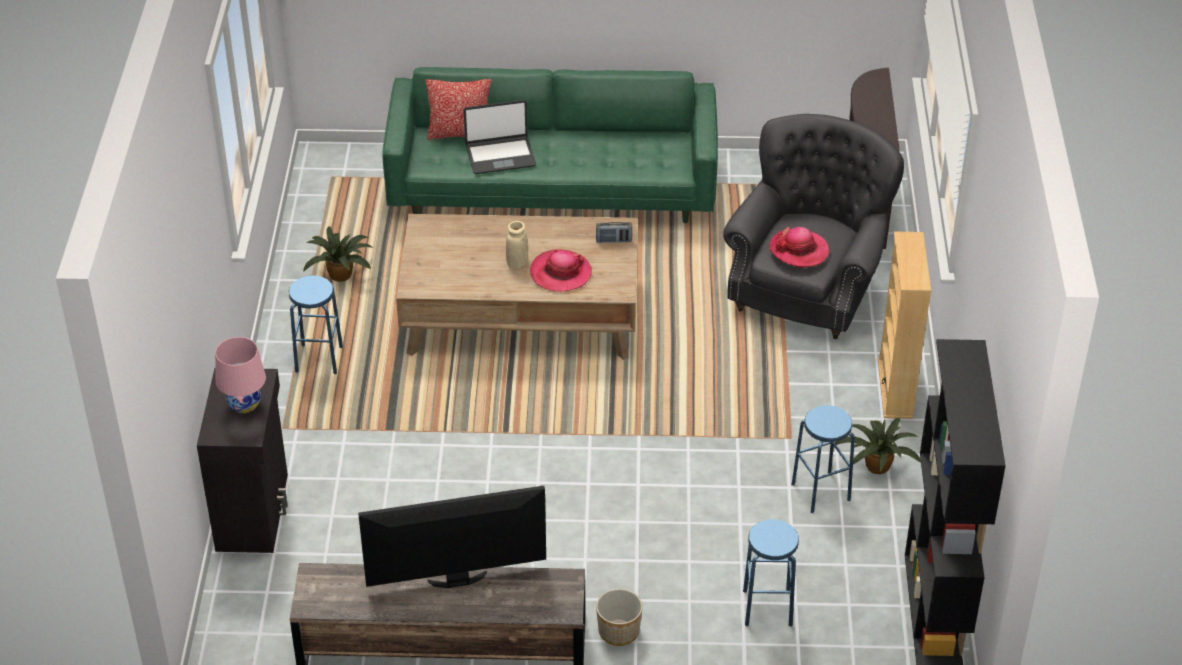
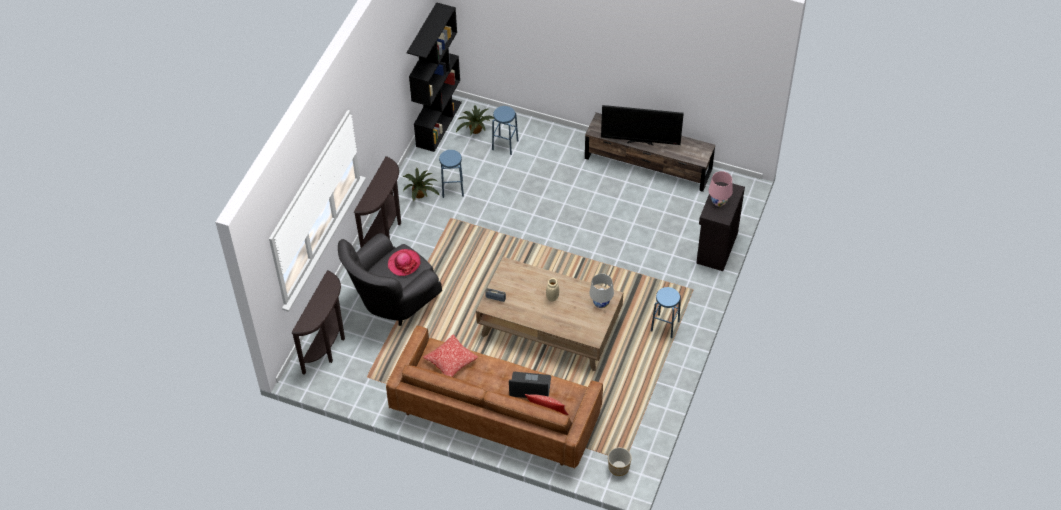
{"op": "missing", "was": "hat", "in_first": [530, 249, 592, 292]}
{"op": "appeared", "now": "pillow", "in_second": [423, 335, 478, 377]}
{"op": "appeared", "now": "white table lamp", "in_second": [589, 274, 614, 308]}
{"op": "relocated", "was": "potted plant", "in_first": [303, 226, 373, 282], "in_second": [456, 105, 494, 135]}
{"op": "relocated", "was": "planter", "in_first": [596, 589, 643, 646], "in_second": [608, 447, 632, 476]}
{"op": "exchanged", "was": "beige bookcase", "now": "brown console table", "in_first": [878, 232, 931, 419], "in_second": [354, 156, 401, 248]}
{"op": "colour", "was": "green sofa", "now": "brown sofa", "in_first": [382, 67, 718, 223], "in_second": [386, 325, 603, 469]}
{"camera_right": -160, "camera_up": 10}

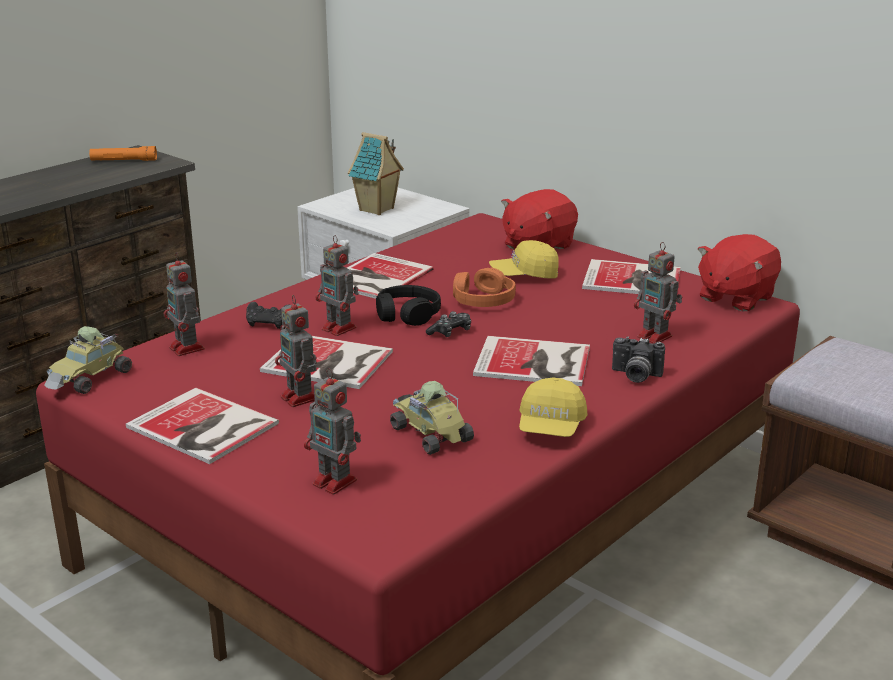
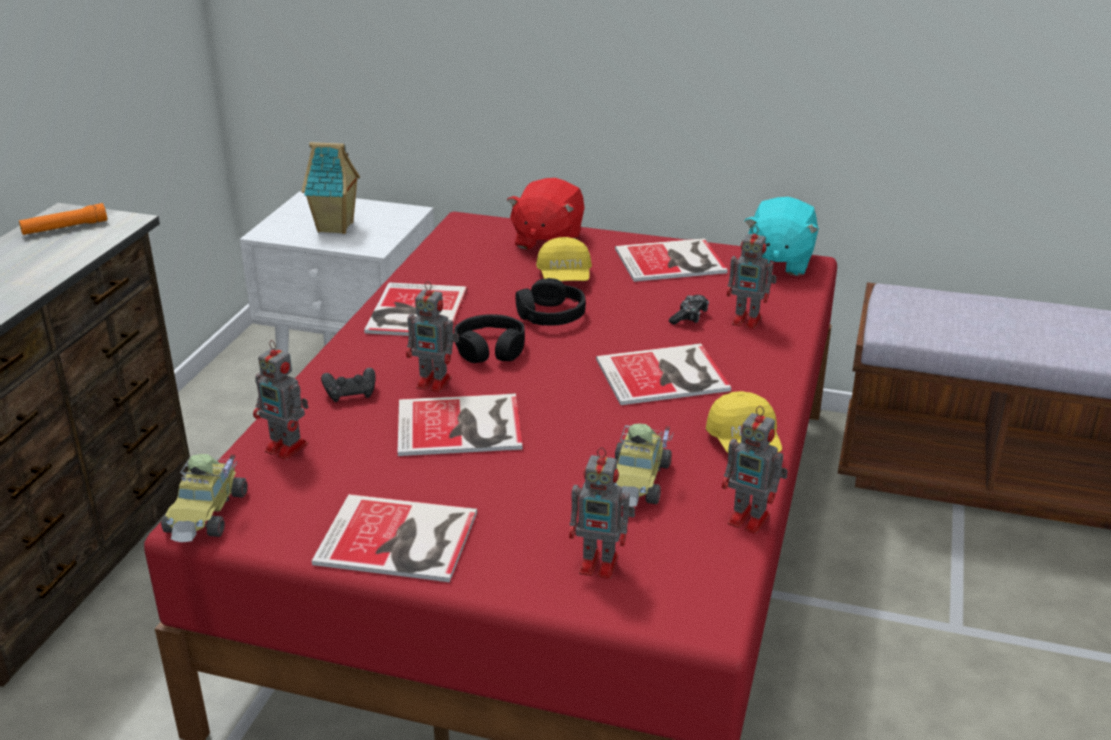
{"op": "missing", "was": "photo camera", "in_first": [612, 336, 665, 383]}
{"op": "relocated", "was": "toy robot", "in_first": [275, 295, 317, 407], "in_second": [722, 406, 788, 534]}
{"op": "relocated", "was": "game controller", "in_first": [426, 311, 471, 337], "in_second": [669, 295, 709, 325]}
{"op": "colour", "was": "orange headphones", "now": "black headphones", "in_first": [453, 268, 516, 307], "in_second": [516, 278, 586, 326]}
{"op": "colour", "was": "red plush toy", "now": "turquoise plush toy", "in_first": [698, 234, 781, 311], "in_second": [744, 197, 819, 276]}
{"op": "spun", "was": "toy car", "in_first": [390, 381, 474, 455], "in_second": [614, 423, 673, 507], "clockwise": -105}
{"op": "spun", "was": "yellow cap", "in_first": [489, 240, 559, 279], "in_second": [536, 237, 592, 281], "clockwise": -60}
{"camera_right": -25, "camera_up": 5}

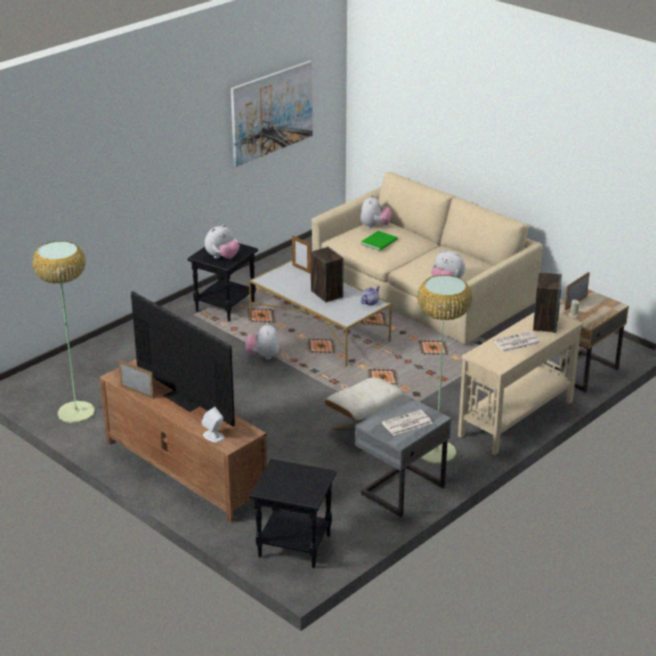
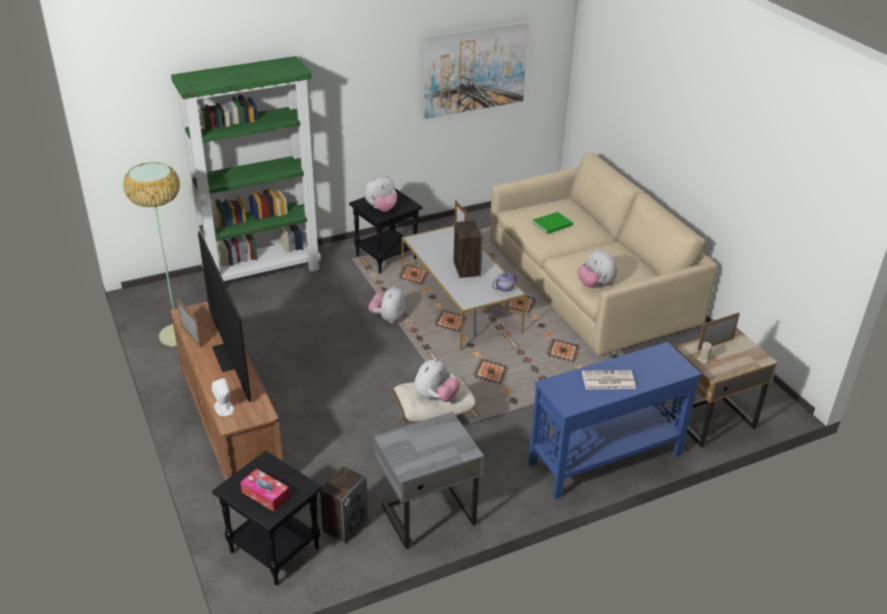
{"op": "missing", "was": "newspaper", "in_first": [382, 410, 432, 436]}
{"op": "missing", "was": "floor lamp", "in_first": [417, 275, 472, 464]}
{"op": "appeared", "now": "green bookcase", "in_second": [171, 56, 321, 281]}
{"op": "appeared", "now": "tissue box", "in_second": [240, 469, 290, 512]}
{"op": "relocated", "was": "plush toy", "in_first": [360, 195, 392, 229], "in_second": [414, 358, 460, 402]}
{"op": "relocated", "was": "speaker", "in_first": [533, 273, 562, 333], "in_second": [320, 466, 368, 544]}
{"op": "colour", "was": "beige console table", "now": "blue console table", "in_first": [458, 313, 583, 455], "in_second": [528, 342, 702, 499]}
{"camera_right": 20, "camera_up": 5}

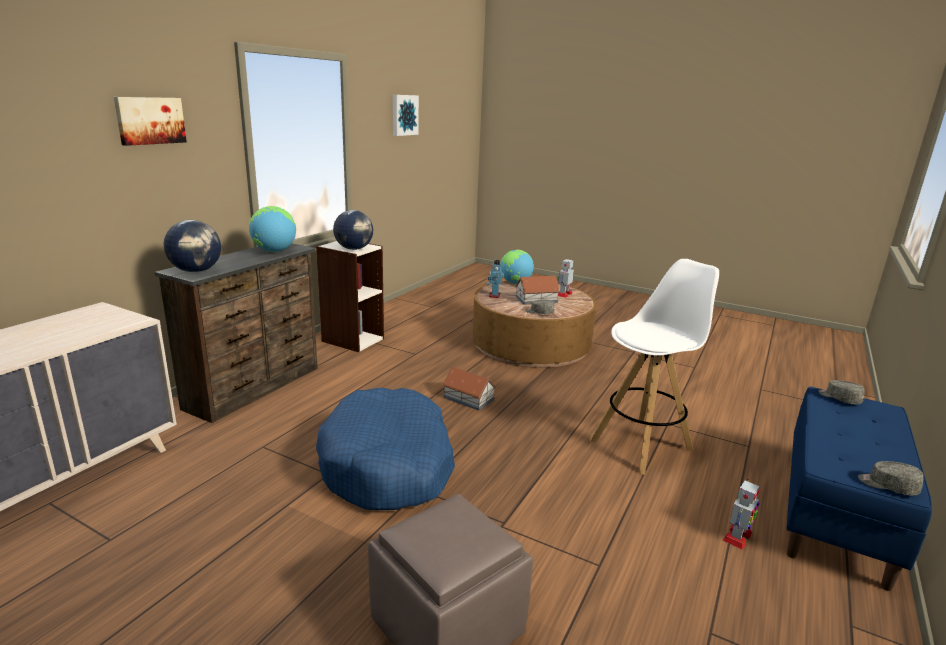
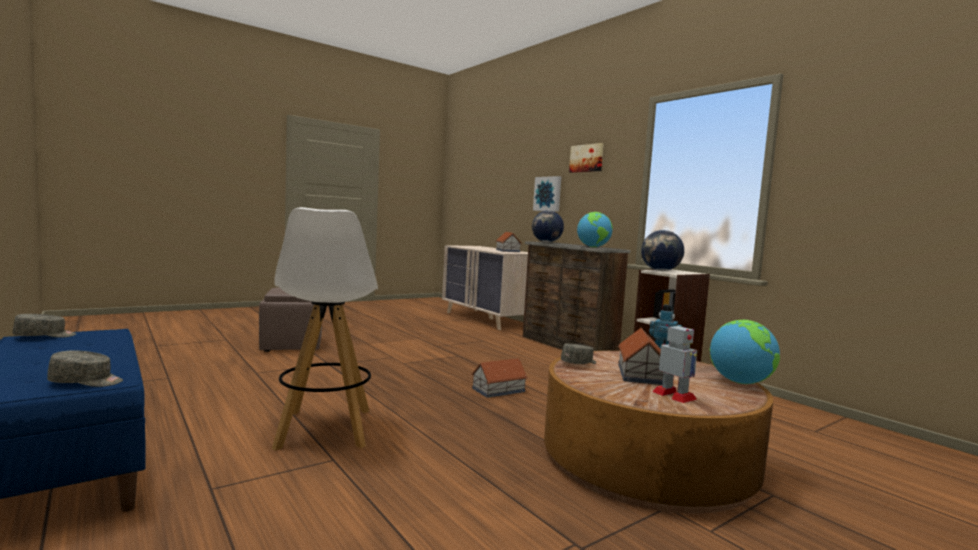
{"op": "missing", "was": "blue dog bed", "in_first": [316, 388, 455, 510]}
{"op": "missing", "was": "toy robot", "in_first": [723, 479, 760, 550]}
{"op": "appeared", "now": "toy house", "in_second": [496, 232, 522, 252]}
{"op": "relocated", "was": "picture", "in_first": [393, 95, 419, 136], "in_second": [533, 176, 561, 212]}
{"camera_right": 115, "camera_up": -15}

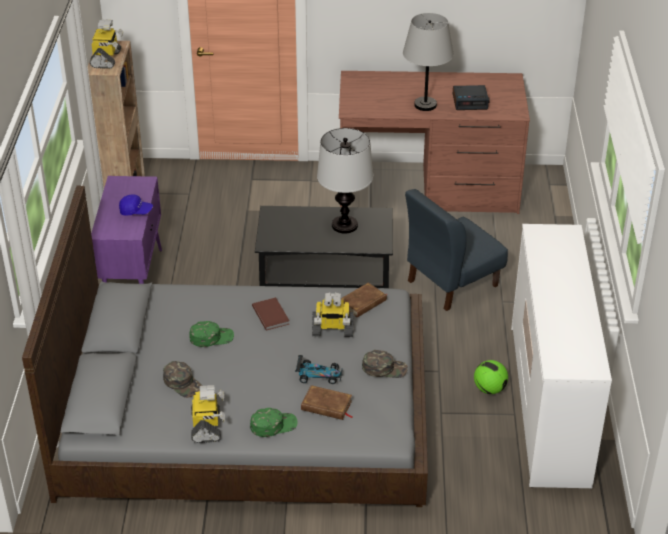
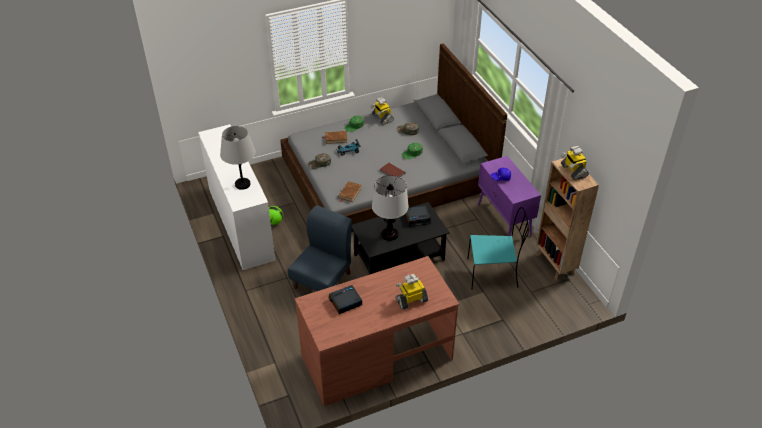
{"op": "appeared", "now": "alarm clock", "in_second": [405, 205, 431, 227]}
{"op": "appeared", "now": "turquoise chair", "in_second": [468, 207, 529, 290]}
{"op": "relocated", "was": "toy robot", "in_first": [312, 292, 354, 337], "in_second": [395, 274, 428, 310]}
{"op": "relocated", "was": "grey table lamp", "in_first": [403, 13, 454, 111], "in_second": [220, 126, 256, 190]}
{"camera_right": 155, "camera_up": 5}

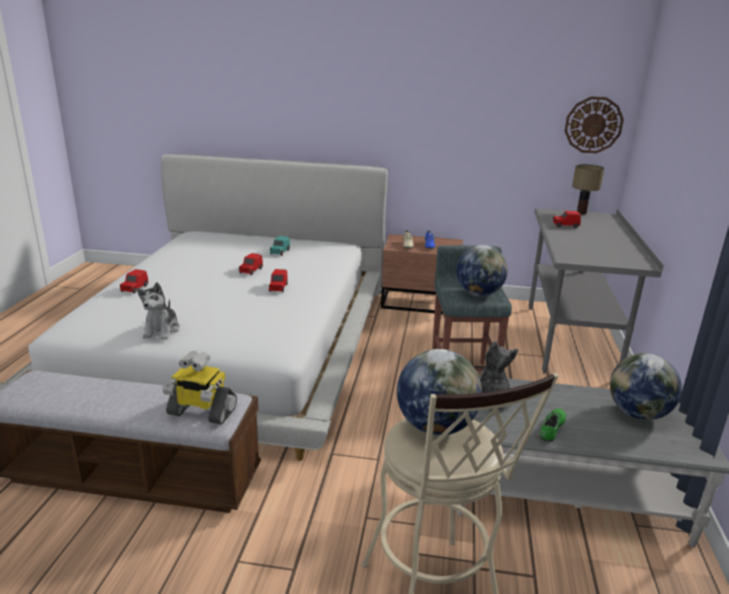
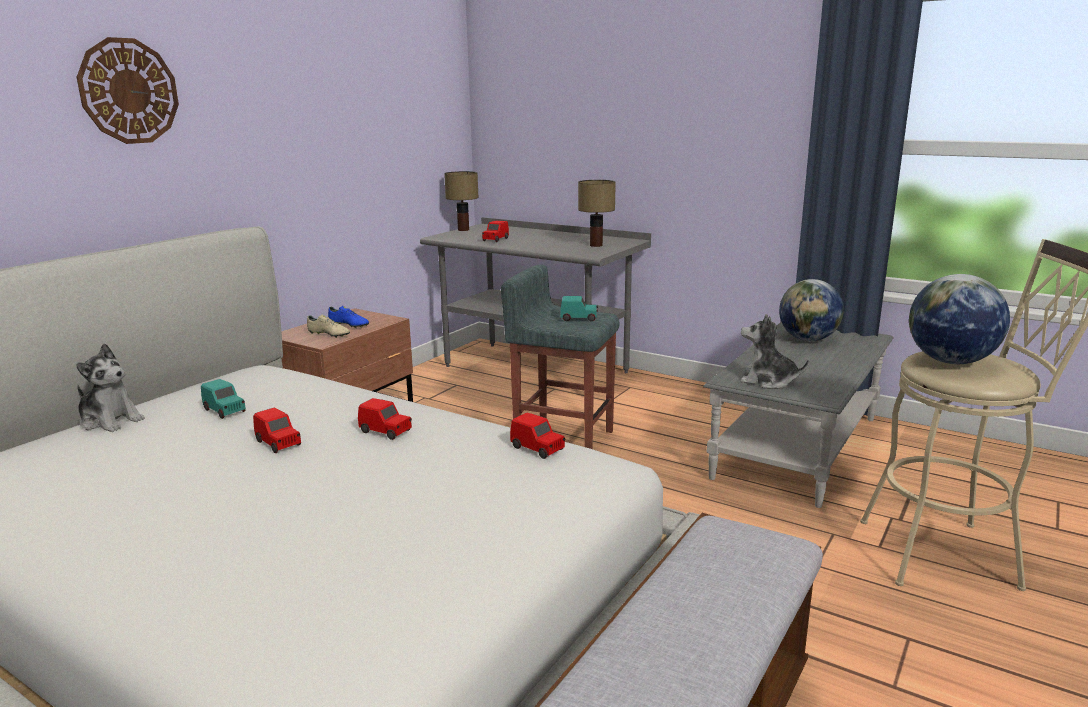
{"op": "missing", "was": "toy robot", "in_first": [162, 351, 237, 424]}
{"op": "missing", "was": "green shoe", "in_first": [540, 409, 566, 442]}
{"op": "appeared", "now": "table lamp", "in_second": [578, 180, 616, 247]}
{"op": "relocated", "was": "red toy car", "in_first": [120, 269, 149, 294], "in_second": [510, 413, 565, 459]}
{"op": "relocated", "was": "plush toy", "in_first": [137, 282, 180, 340], "in_second": [76, 343, 145, 432]}
{"op": "relocated", "was": "wall clock", "in_first": [565, 97, 624, 153], "in_second": [77, 37, 179, 144]}
{"op": "exchanged", "was": "globe", "now": "turquoise toy car", "in_first": [456, 245, 508, 296], "in_second": [560, 296, 598, 321]}
{"camera_right": -65, "camera_up": -5}

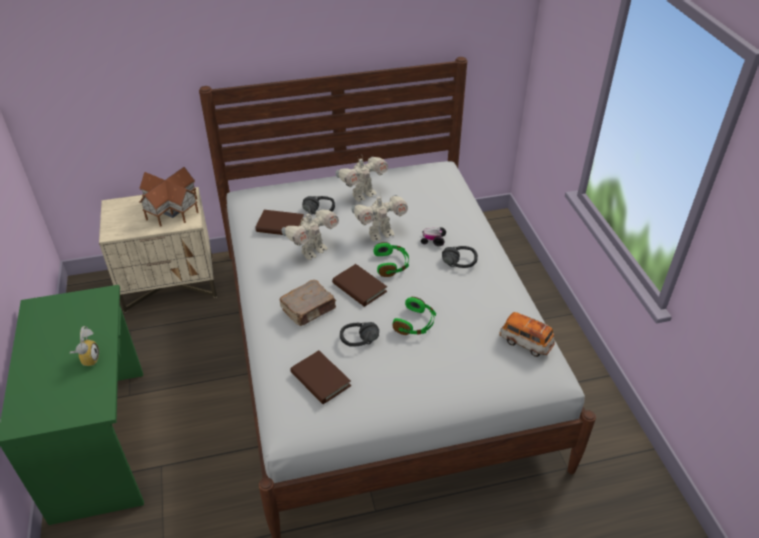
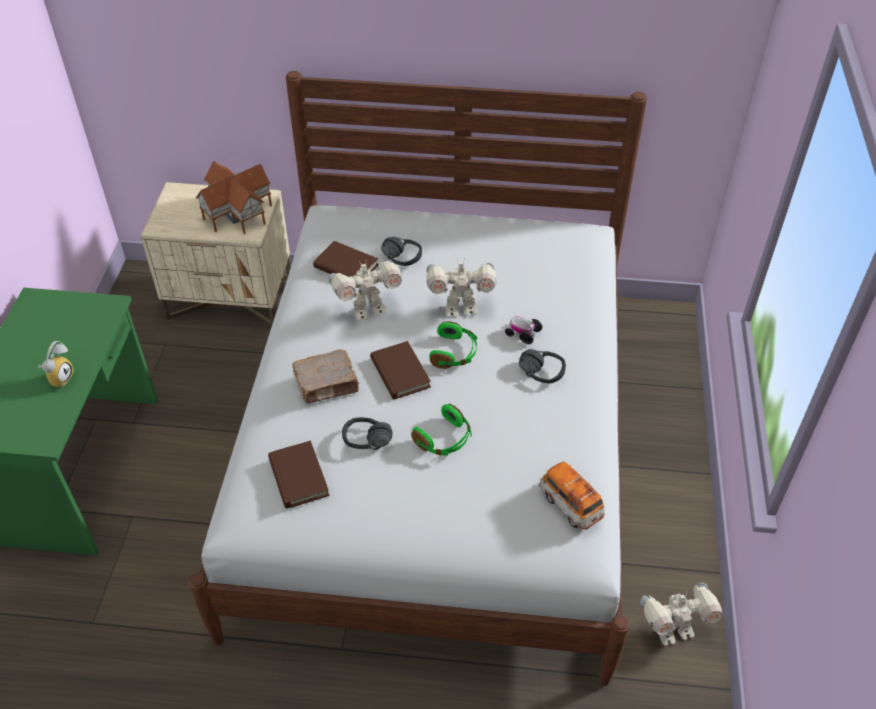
{"op": "relocated", "was": "toy robot", "in_first": [336, 157, 388, 202], "in_second": [640, 583, 722, 646]}
{"camera_right": 20, "camera_up": 5}

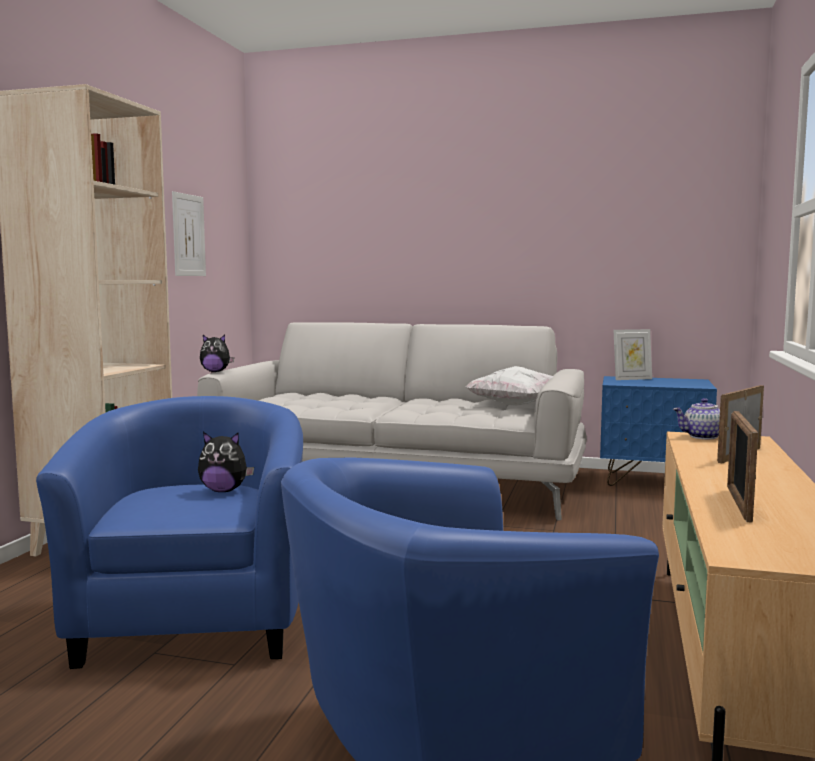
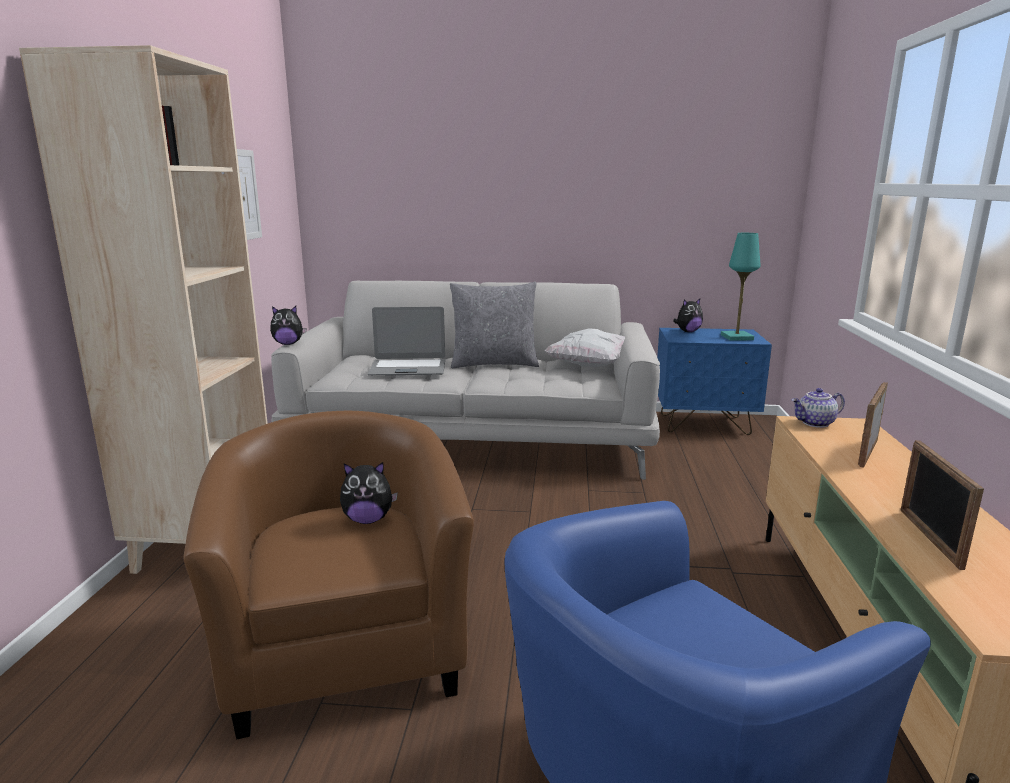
{"op": "appeared", "now": "laptop", "in_second": [368, 307, 445, 376]}
{"op": "appeared", "now": "grey pillow", "in_second": [450, 282, 539, 368]}
{"op": "appeared", "now": "turquoise table lamp", "in_second": [721, 233, 760, 341]}
{"op": "exchanged", "was": "picture frame", "now": "plush toy", "in_first": [613, 329, 652, 380], "in_second": [673, 299, 703, 332]}
{"op": "colour", "was": "blue armchair", "now": "brown armchair", "in_first": [36, 396, 303, 669], "in_second": [183, 411, 474, 739]}
{"camera_right": -10, "camera_up": 10}

